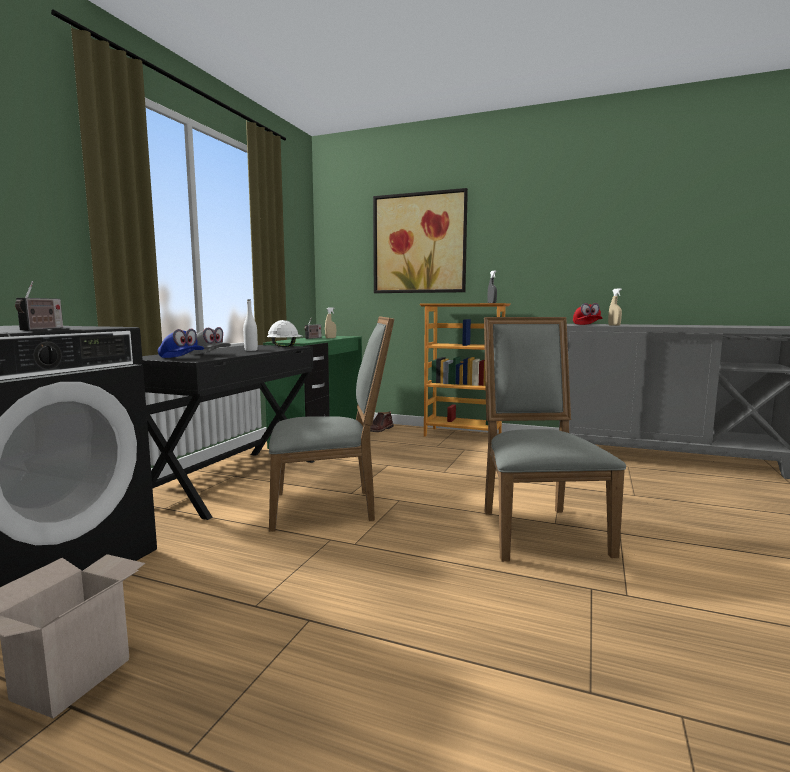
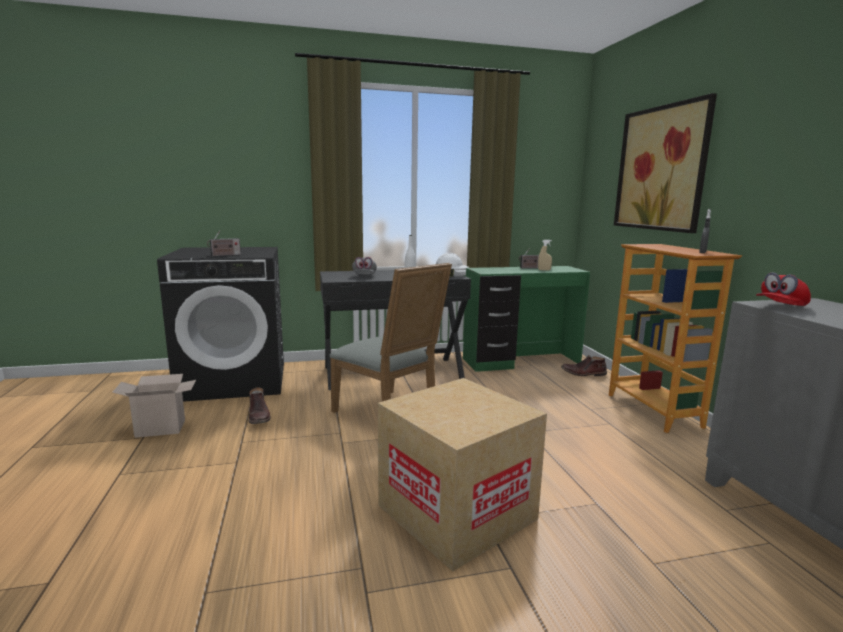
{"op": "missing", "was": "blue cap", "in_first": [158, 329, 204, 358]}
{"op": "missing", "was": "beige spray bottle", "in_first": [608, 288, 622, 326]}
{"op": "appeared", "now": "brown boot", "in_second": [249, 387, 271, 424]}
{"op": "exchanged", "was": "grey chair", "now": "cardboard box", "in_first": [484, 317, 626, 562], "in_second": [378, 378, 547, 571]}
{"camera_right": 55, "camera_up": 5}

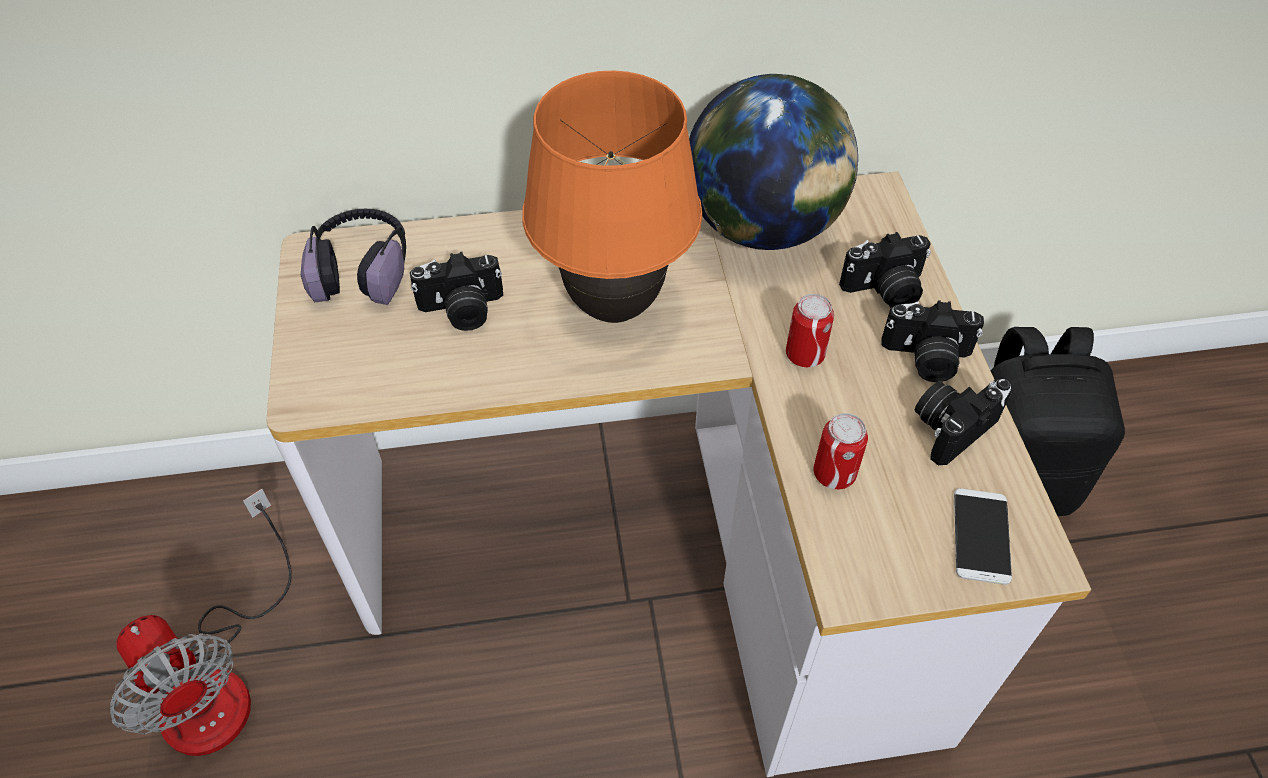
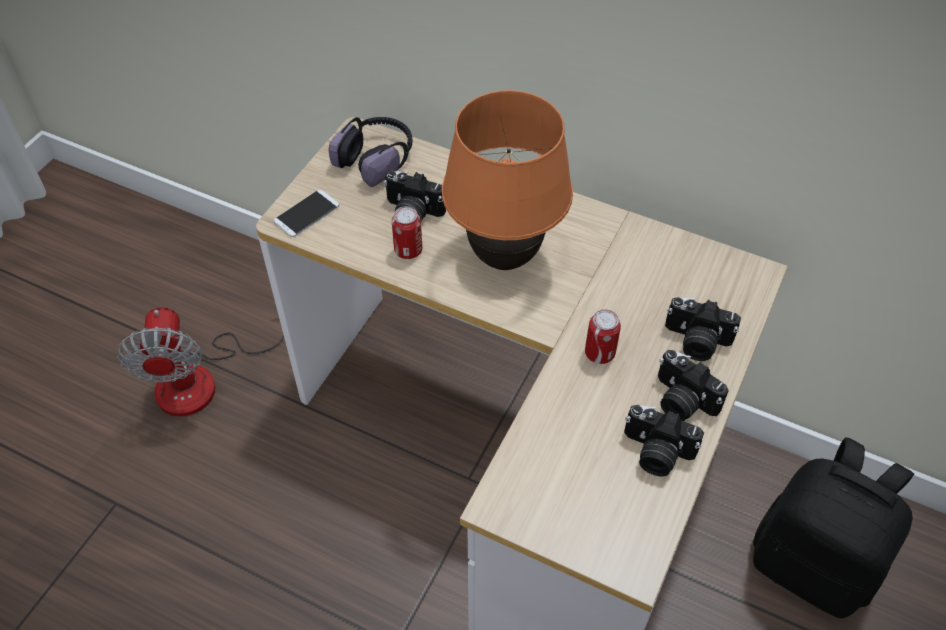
{"op": "missing", "was": "globe", "in_first": [689, 74, 858, 250]}
{"op": "relocated", "was": "can", "in_first": [814, 413, 868, 489], "in_second": [392, 206, 423, 259]}
{"op": "relocated", "was": "phone", "in_first": [954, 488, 1012, 585], "in_second": [274, 190, 339, 237]}
{"op": "spun", "was": "photo camera", "in_first": [915, 379, 1012, 465], "in_second": [624, 405, 704, 477], "clockwise": -150}
{"camera_right": 35, "camera_up": 0}

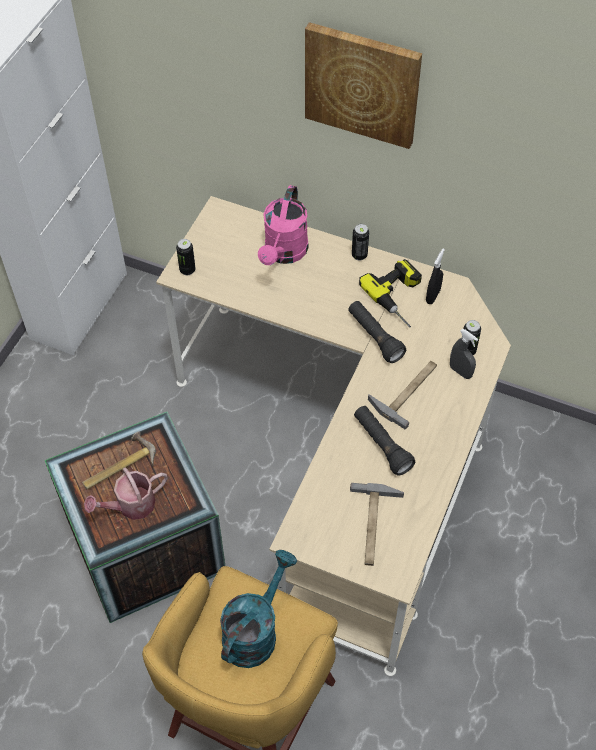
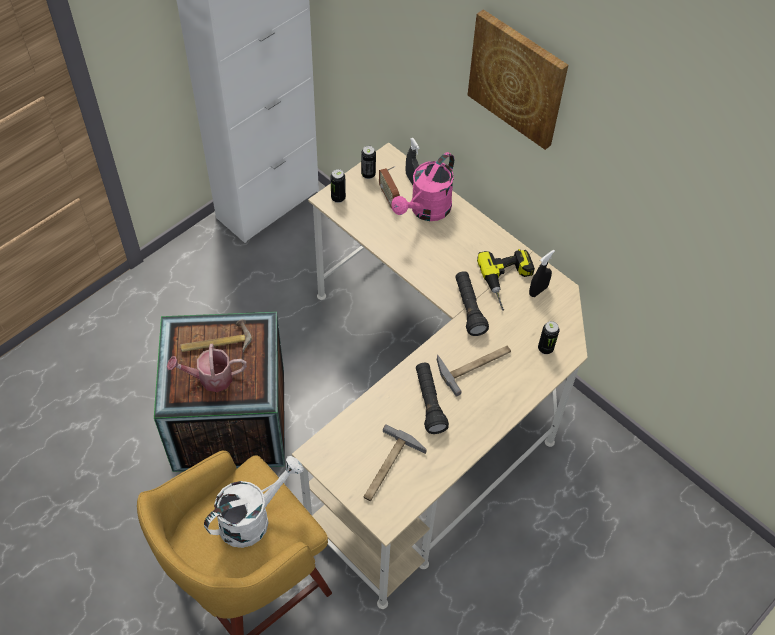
{"op": "appeared", "now": "radio", "in_second": [379, 166, 400, 208]}
{"op": "relocated", "was": "can", "in_first": [352, 224, 369, 261], "in_second": [361, 146, 376, 179]}
{"op": "relocated", "was": "grey spray bottle", "in_first": [450, 329, 478, 379], "in_second": [406, 138, 420, 185]}
{"op": "colour", "was": "turquoise watering can", "now": "white watering can", "in_first": [220, 550, 297, 668], "in_second": [204, 456, 304, 548]}
{"camera_right": 20, "camera_up": 0}

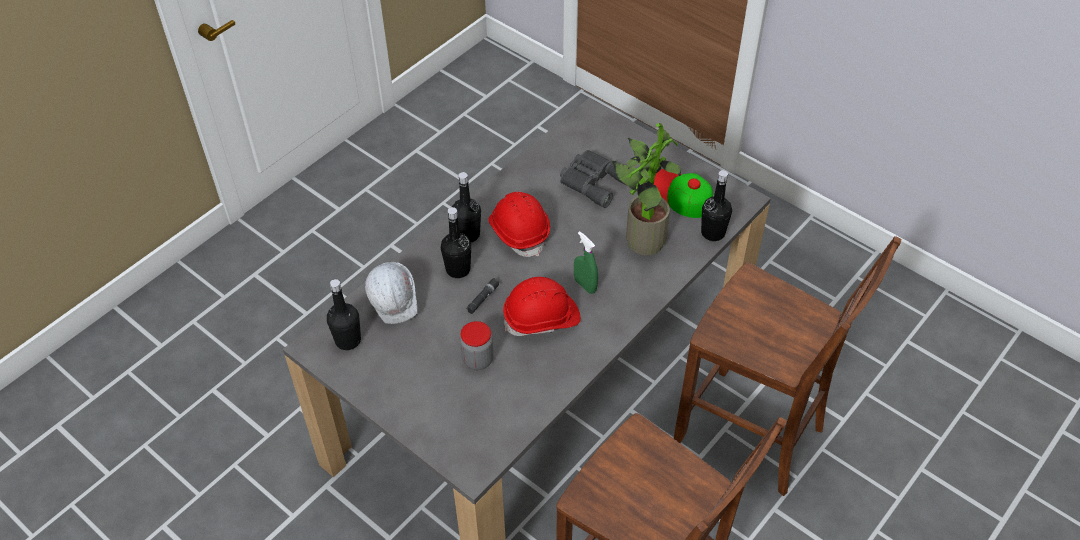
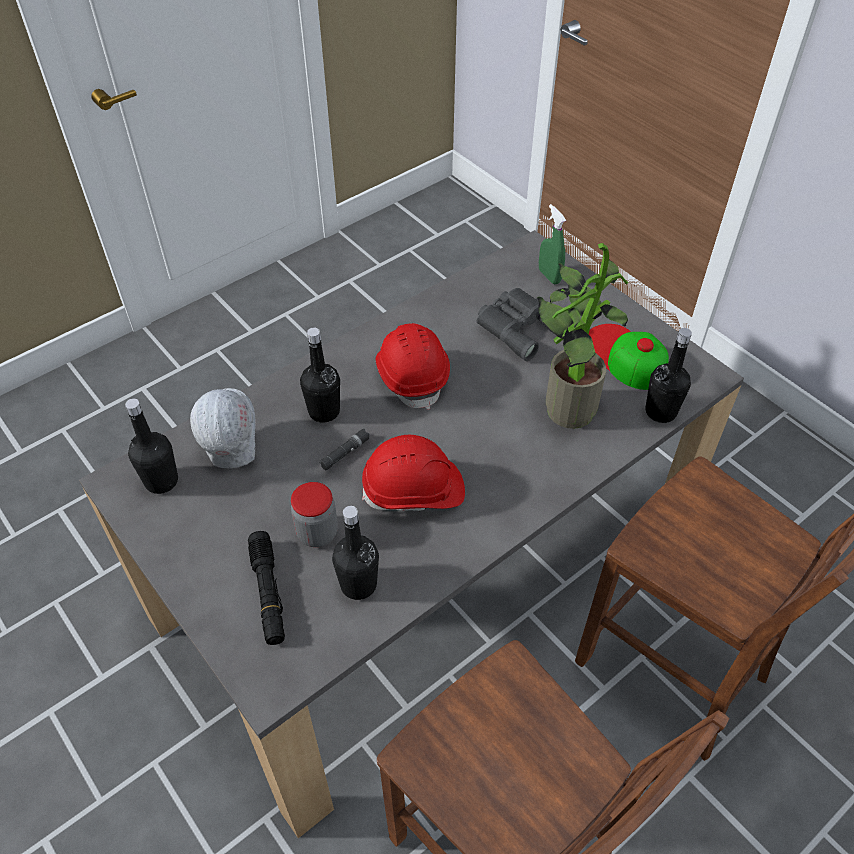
{"op": "appeared", "now": "black flashlight", "in_second": [248, 531, 285, 645]}
{"op": "relocated", "was": "black bottle", "in_first": [452, 172, 481, 242], "in_second": [332, 506, 379, 600]}
{"op": "relocated", "was": "green spray bottle", "in_first": [574, 231, 598, 294], "in_second": [539, 204, 566, 284]}
{"camera_right": 10, "camera_up": 0}

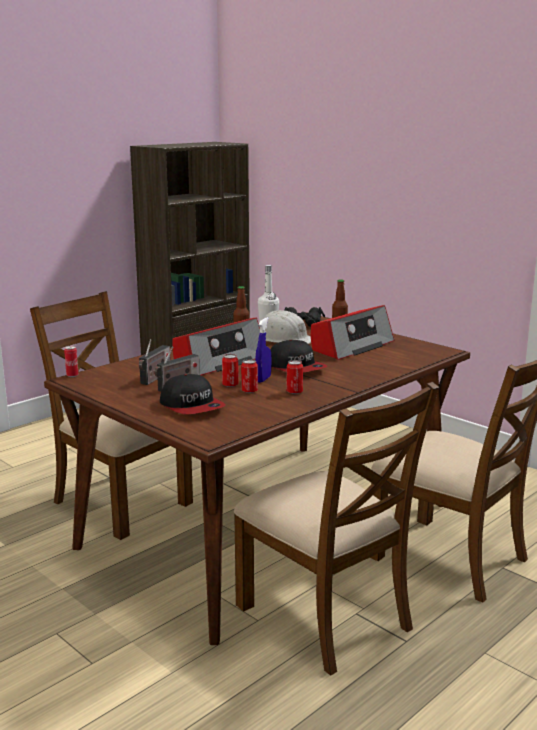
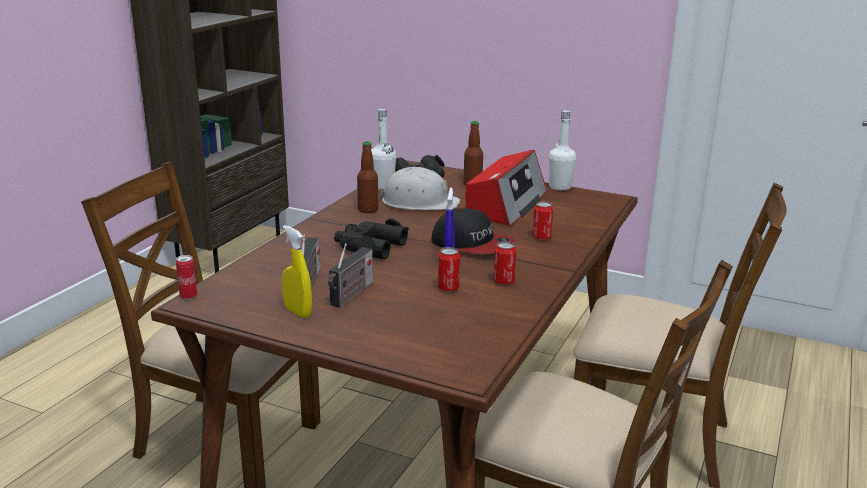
{"op": "missing", "was": "cap", "in_first": [160, 374, 226, 414]}
{"op": "appeared", "now": "yellow spray bottle", "in_second": [282, 225, 312, 318]}
{"op": "appeared", "now": "white bottle", "in_second": [549, 110, 576, 191]}
{"op": "relocated", "was": "can", "in_first": [222, 354, 239, 387], "in_second": [532, 201, 553, 240]}
{"op": "exchanged", "was": "radio", "now": "black binoculars", "in_first": [173, 318, 260, 376], "in_second": [334, 218, 409, 260]}
{"camera_right": -20, "camera_up": 5}

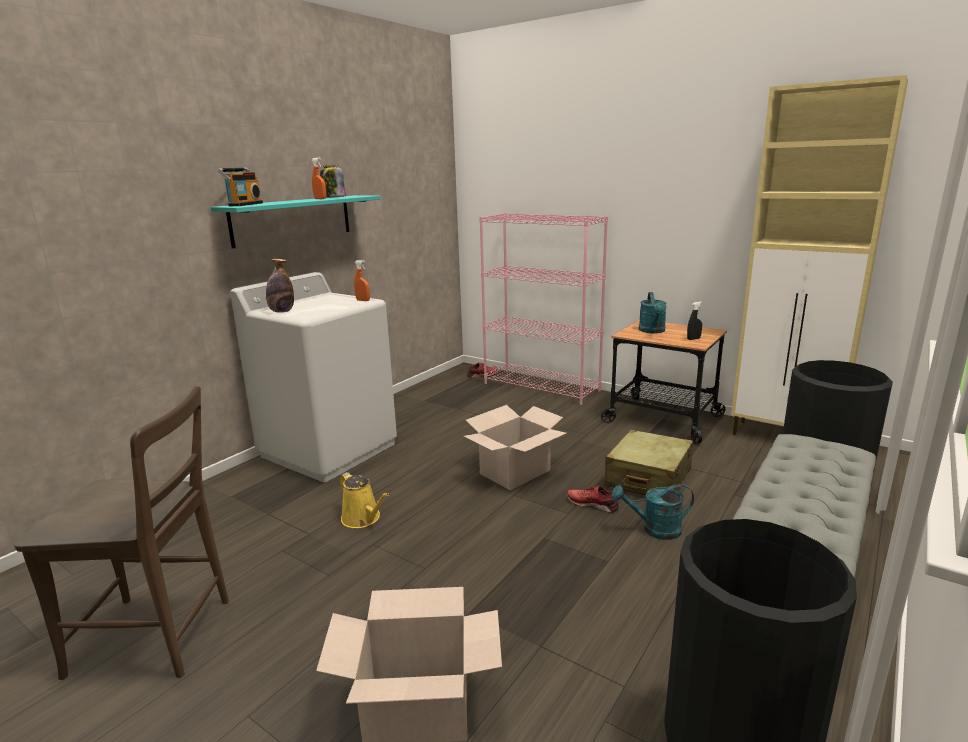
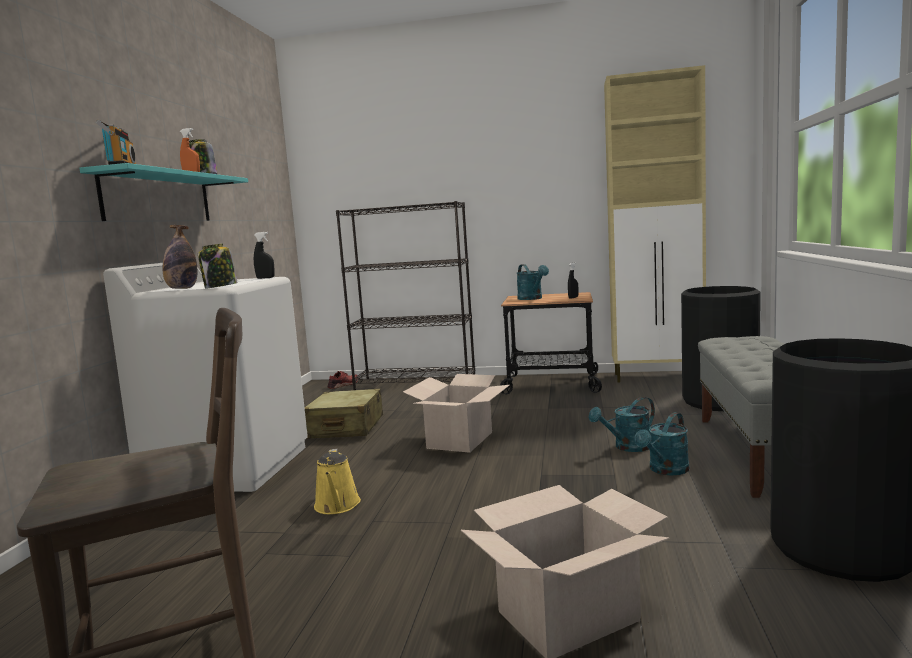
{"op": "missing", "was": "red shoe", "in_first": [567, 486, 619, 513]}
{"op": "appeared", "now": "jar", "in_second": [198, 243, 238, 288]}
{"op": "appeared", "now": "turquoise watering can", "in_second": [634, 413, 689, 476]}
{"op": "relocated", "was": "beige suitcase", "in_first": [604, 430, 693, 496], "in_second": [304, 389, 383, 439]}
{"op": "colour", "was": "orange spray bottle", "now": "black spray bottle", "in_first": [354, 260, 370, 301], "in_second": [254, 232, 275, 279]}
{"op": "colour", "was": "pink bookcase", "now": "black bookcase", "in_first": [479, 213, 608, 405], "in_second": [336, 201, 475, 390]}
{"op": "spun", "was": "yellow watering can", "in_first": [339, 472, 389, 528], "in_second": [314, 449, 361, 514], "clockwise": 60}
{"camera_right": -25, "camera_up": -10}

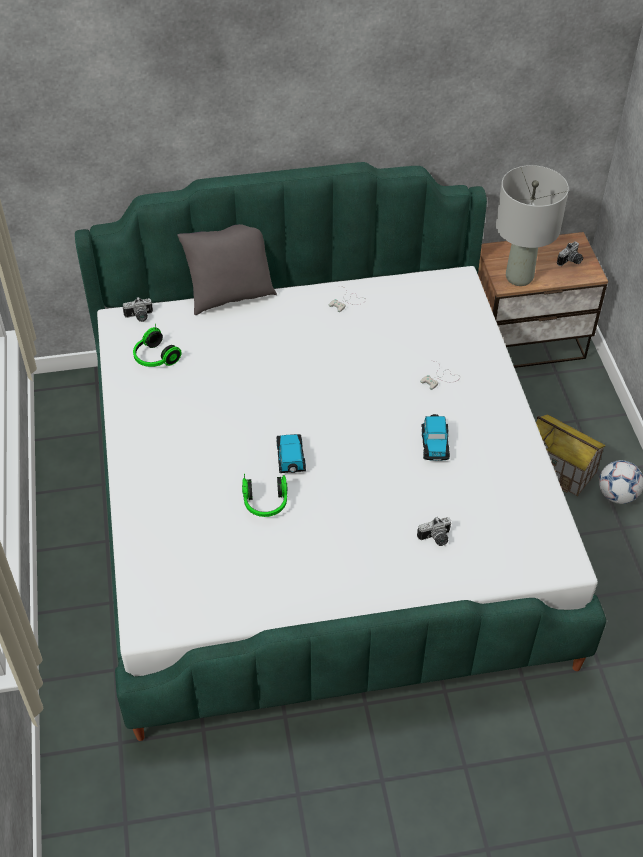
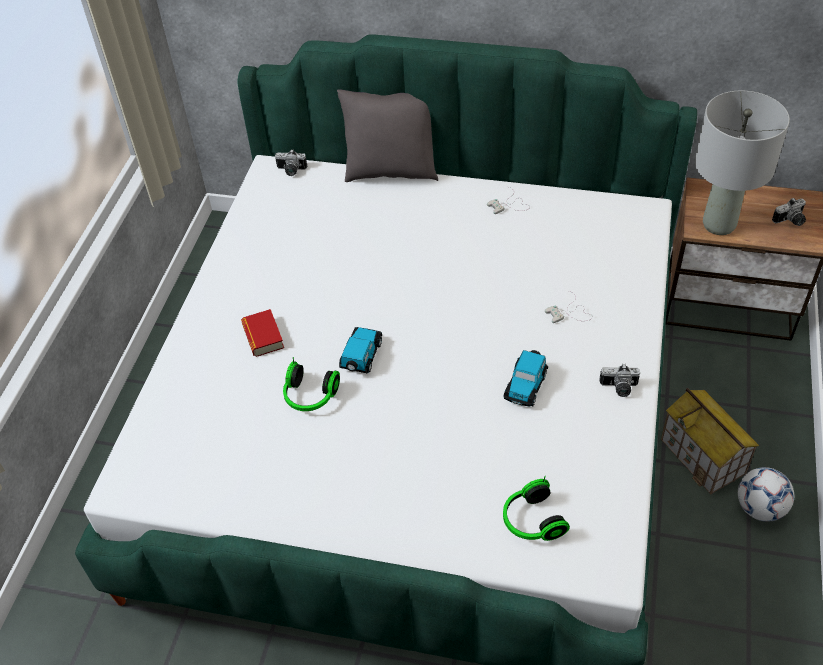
{"op": "appeared", "now": "book", "in_second": [241, 309, 284, 357]}
{"op": "relocated", "was": "headphones", "in_first": [133, 324, 182, 367], "in_second": [503, 476, 570, 541]}
{"op": "relocated", "was": "photo camera", "in_first": [417, 517, 451, 546], "in_second": [599, 364, 640, 397]}
{"camera_right": 25, "camera_up": 0}

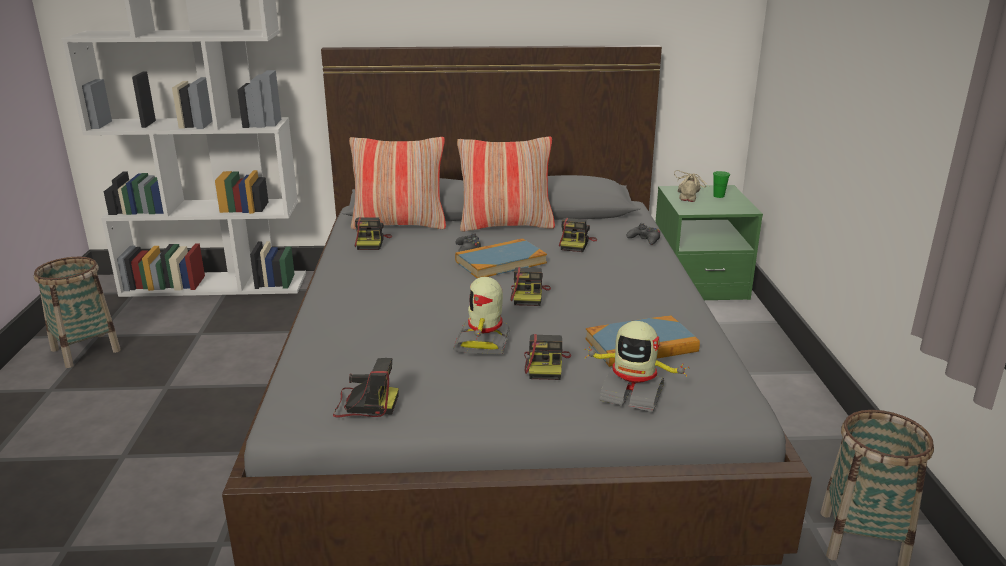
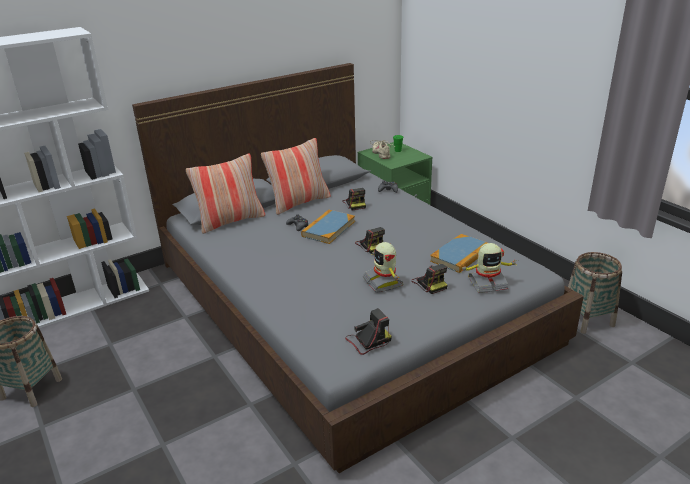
{"op": "missing", "was": "photo camera", "in_first": [354, 217, 392, 250]}
{"camera_right": -30, "camera_up": 5}

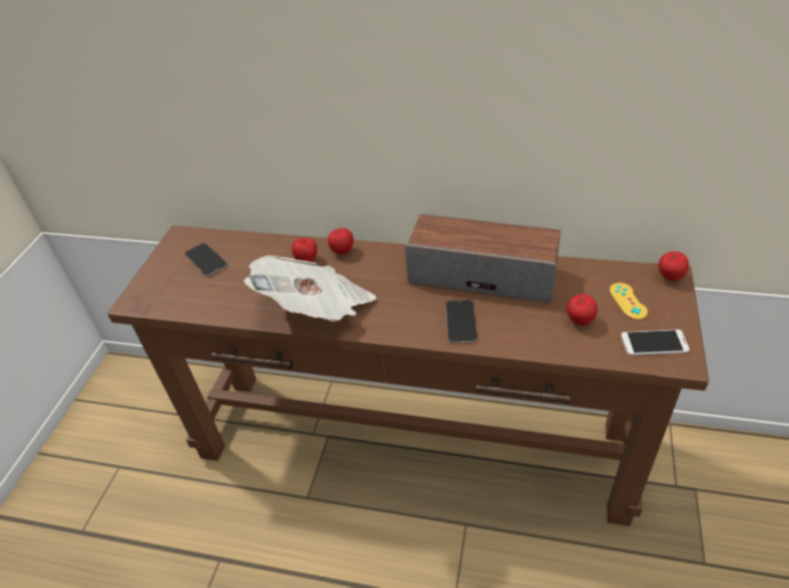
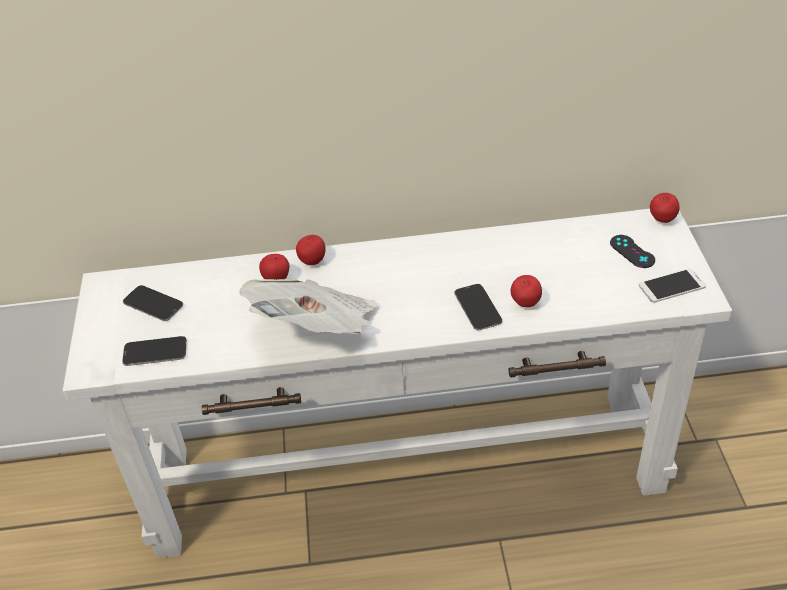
{"op": "missing", "was": "speaker", "in_first": [405, 214, 561, 303]}
{"op": "appeared", "now": "phone", "in_second": [122, 336, 187, 366]}
{"op": "relocated", "was": "apple", "in_first": [566, 294, 597, 325], "in_second": [511, 275, 542, 307]}
{"op": "colour", "was": "brown console table", "now": "white console table", "in_first": [107, 226, 709, 526], "in_second": [63, 209, 732, 558]}
{"op": "colour", "was": "yellow game controller", "now": "black game controller", "in_first": [609, 283, 648, 320], "in_second": [610, 235, 655, 268]}
{"camera_right": -20, "camera_up": 0}

